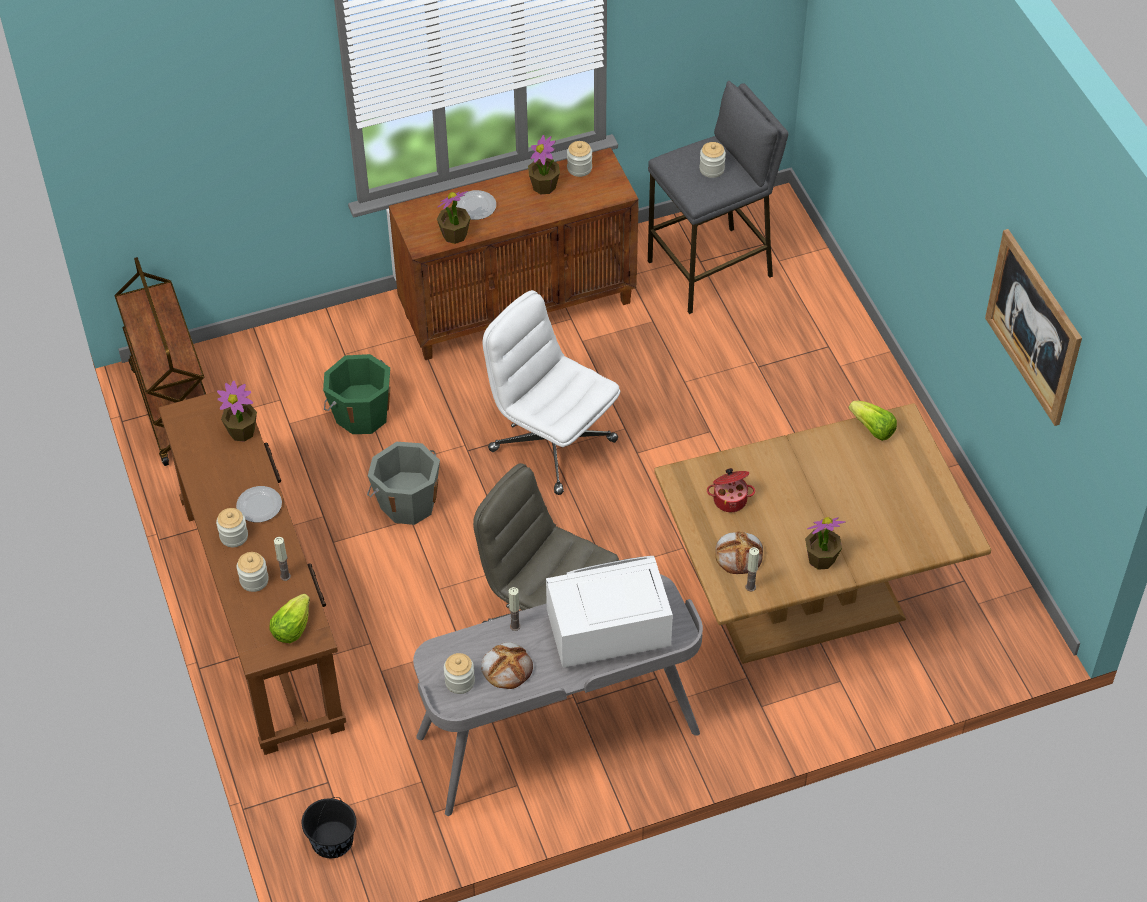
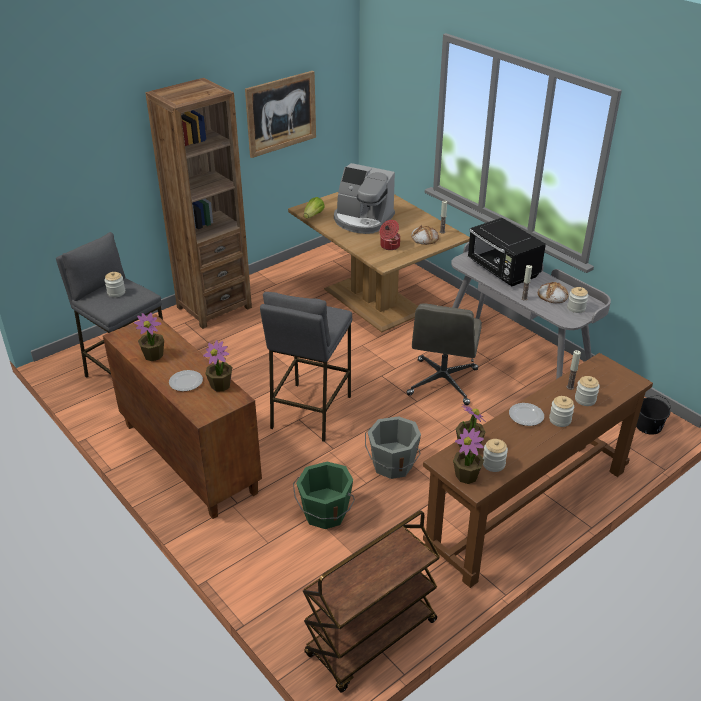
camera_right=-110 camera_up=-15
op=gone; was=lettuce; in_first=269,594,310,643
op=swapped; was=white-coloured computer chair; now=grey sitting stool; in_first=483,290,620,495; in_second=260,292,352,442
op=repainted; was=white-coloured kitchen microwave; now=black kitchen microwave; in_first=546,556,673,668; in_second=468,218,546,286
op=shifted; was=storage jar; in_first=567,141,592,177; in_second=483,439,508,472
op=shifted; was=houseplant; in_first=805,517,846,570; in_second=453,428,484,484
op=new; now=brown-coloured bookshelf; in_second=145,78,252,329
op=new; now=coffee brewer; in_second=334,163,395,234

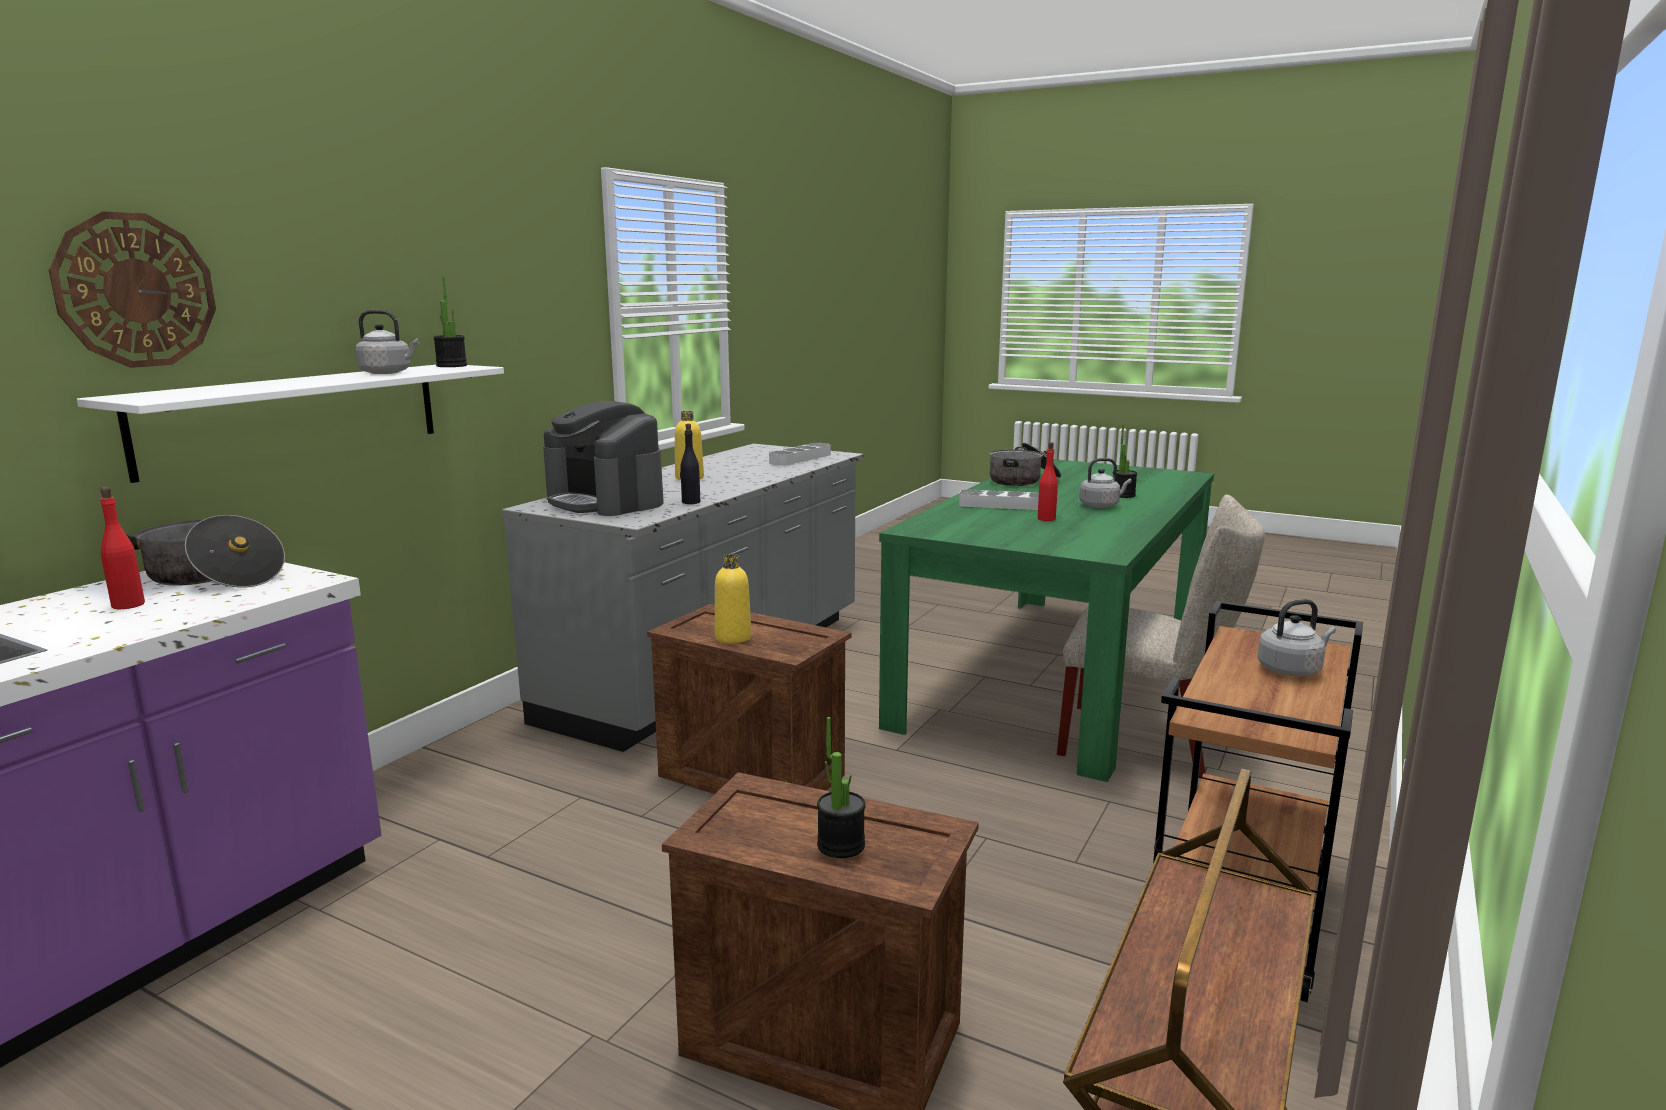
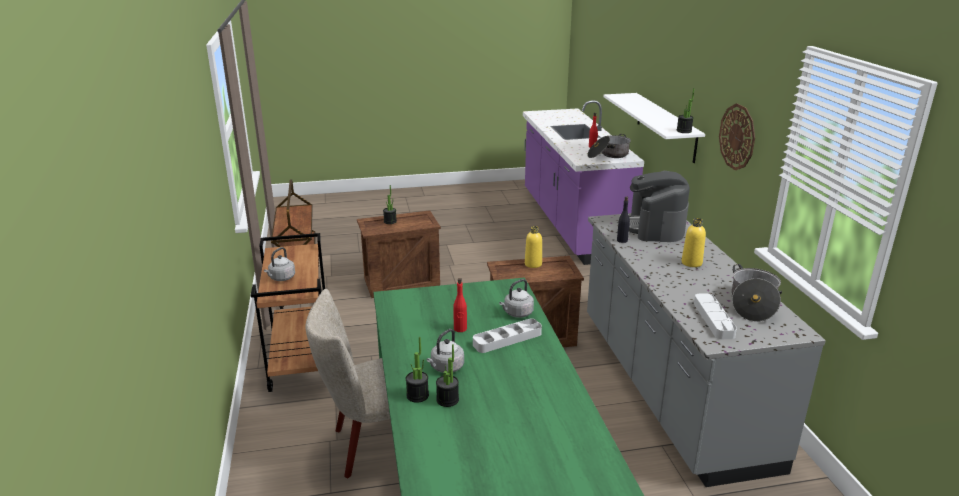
camera_right=140 camera_up=10
op=shifted; was=hanging clock; in_first=49,211,216,368; in_second=719,103,755,170
op=shifted; was=grey kettle; in_first=355,310,419,374; in_second=499,279,534,318
op=rotated; was=coffee brewer; in_first=543,401,664,516; in_second=629,171,690,242; clockwise=-90
op=shifted; was=stockpot; in_first=989,443,1061,486; in_second=732,264,782,322
op=new; now=houseplant; in_second=406,337,429,403

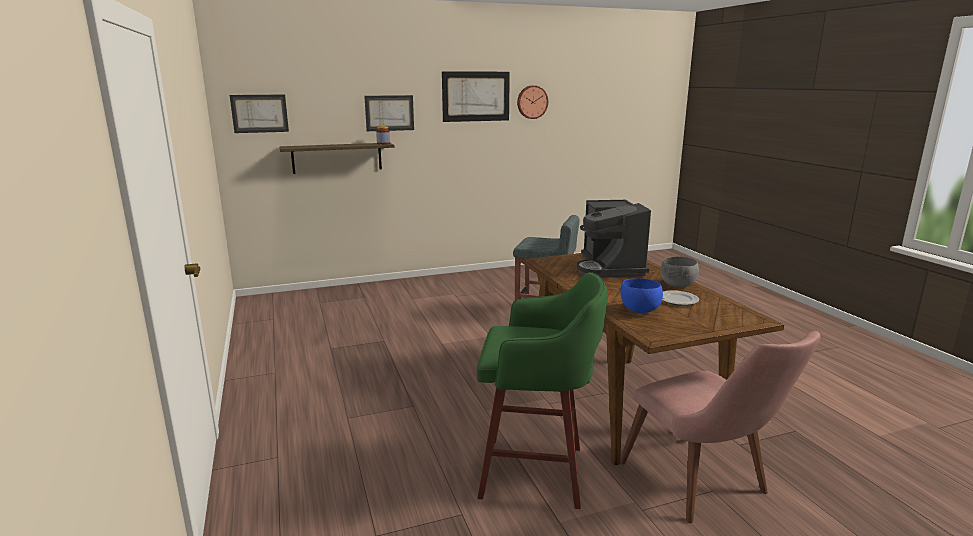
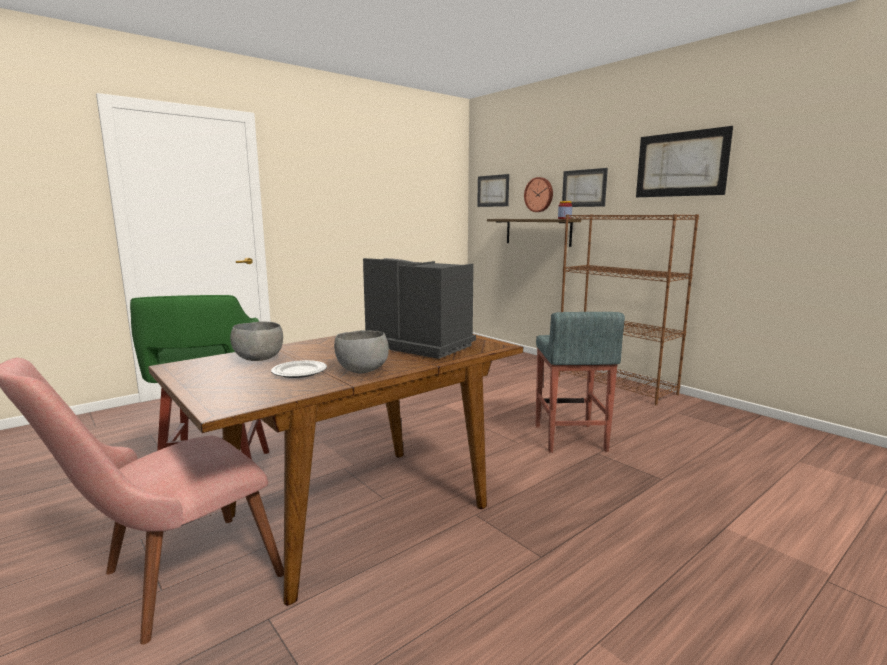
camera_right=70 camera_up=-5
op=shifted; was=hanging clock; in_first=517,85,548,119; in_second=524,177,553,212
op=rotated; was=coffee brewer; in_first=577,200,651,277; in_second=363,258,476,359; clockwise=60
op=repainted; was=blue serving bowl; now=grey serving bowl; in_first=620,278,663,313; in_second=230,321,283,361
op=new; now=brown-coloured bookshelf; in_second=559,214,699,405

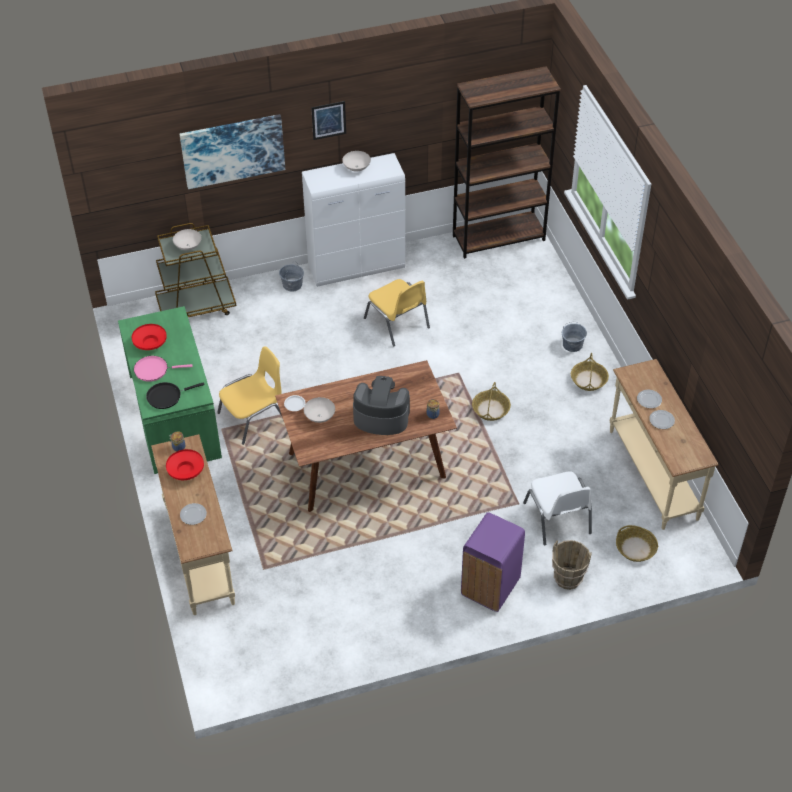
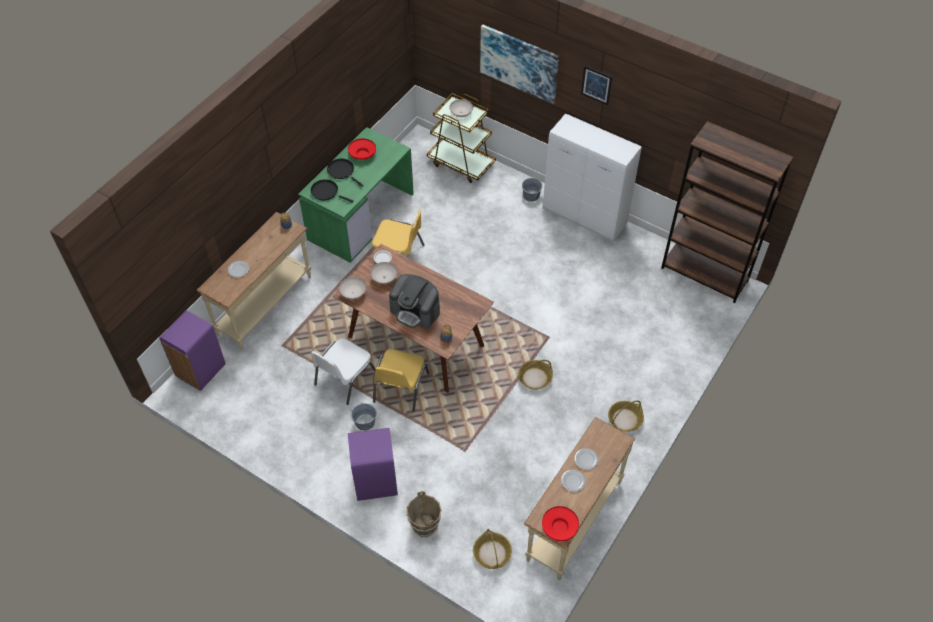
camera_right=50 camera_up=5
op=repainted; was=pinkish pan; now=black pan; in_first=134,356,193,382; in_second=327,159,364,187
op=shifted; was=red serving bowl; in_first=166,449,204,480; in_second=542,506,579,541
op=shifted; was=white-coloured serving bowl; in_first=342,151,371,171; in_second=339,277,366,299
op=rotated; was=coffee brewer; in_first=353,376,410,435; in_second=389,274,440,329; clockwise=150
op=shifted; was=yellow-coloured chair; in_first=364,279,430,346; in_second=373,349,430,412
op=shifted; was=white-coloured chair; in_first=523,471,592,545; in_second=312,338,376,405
op=shifted; was=grey pail; in_first=562,322,587,352; in_second=351,402,377,431
op=new; now=purple-coloured trash can; in_second=159,310,226,391

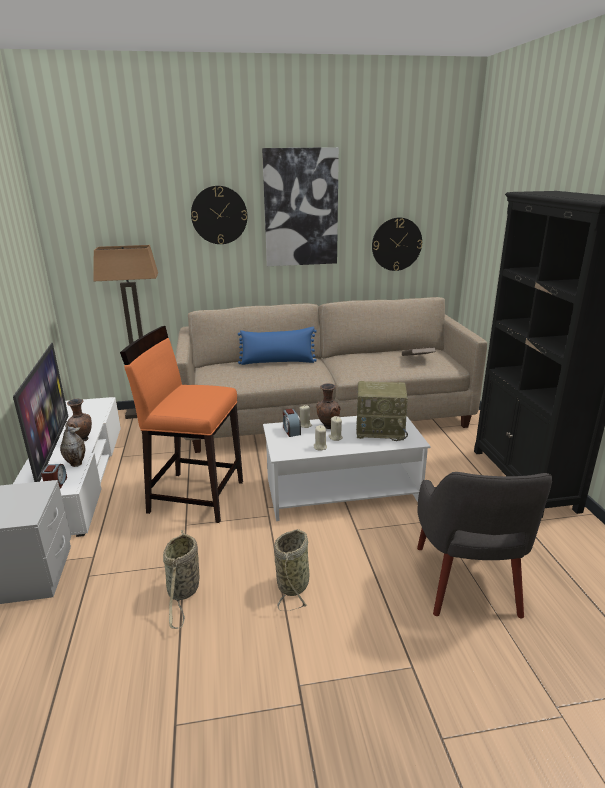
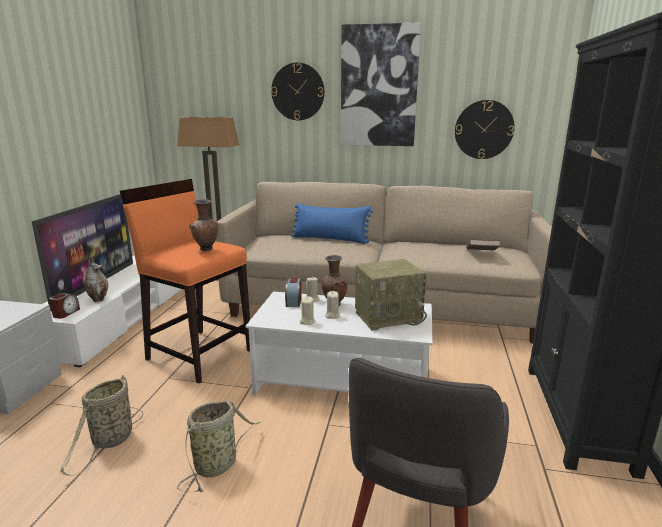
camera_right=20 camera_up=-5
op=shifted; was=brown-coloured flower vase; in_first=67,399,92,441; in_second=189,199,218,251
op=rotated; was=radio set; in_first=356,381,408,441; in_second=355,259,427,331; clockwise=-45

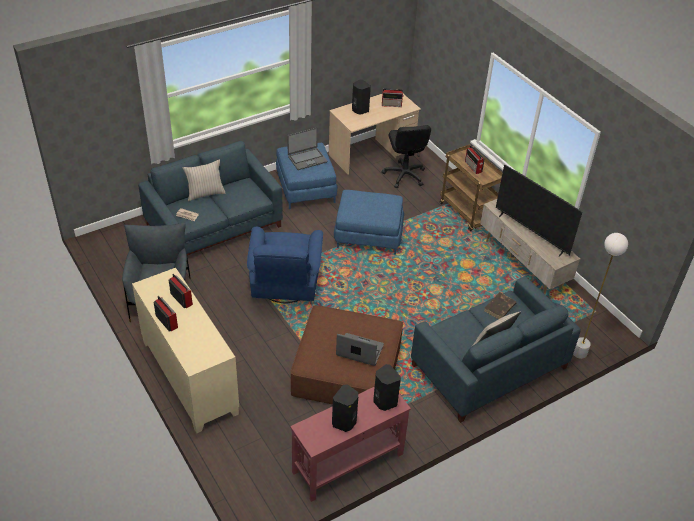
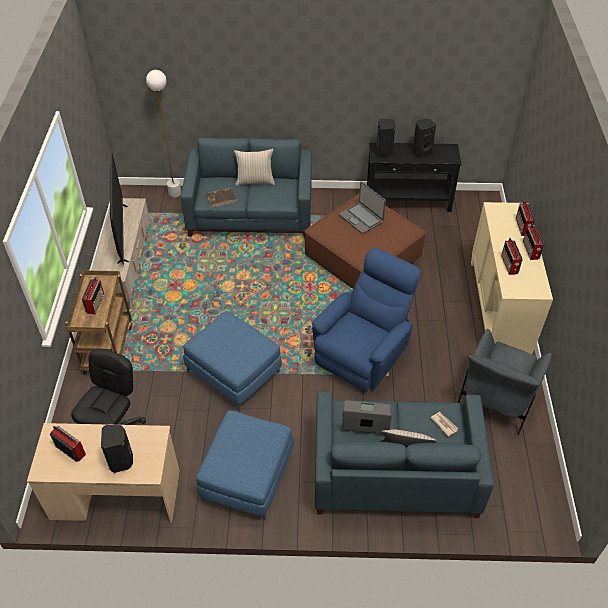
camera_right=-145 camera_up=5
op=shifted; was=laptop; in_first=287,128,327,170; in_second=342,400,392,434
op=repainted; was=red console table; now=black console table; in_first=290,387,411,502; in_second=367,143,461,212
op=new; now=radio set; in_second=516,200,535,236

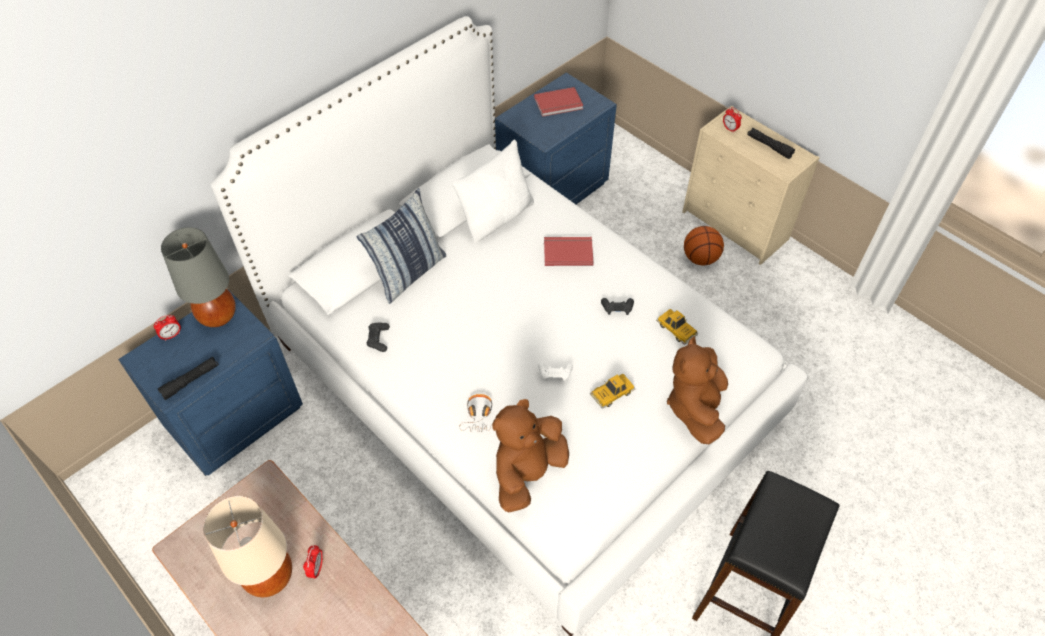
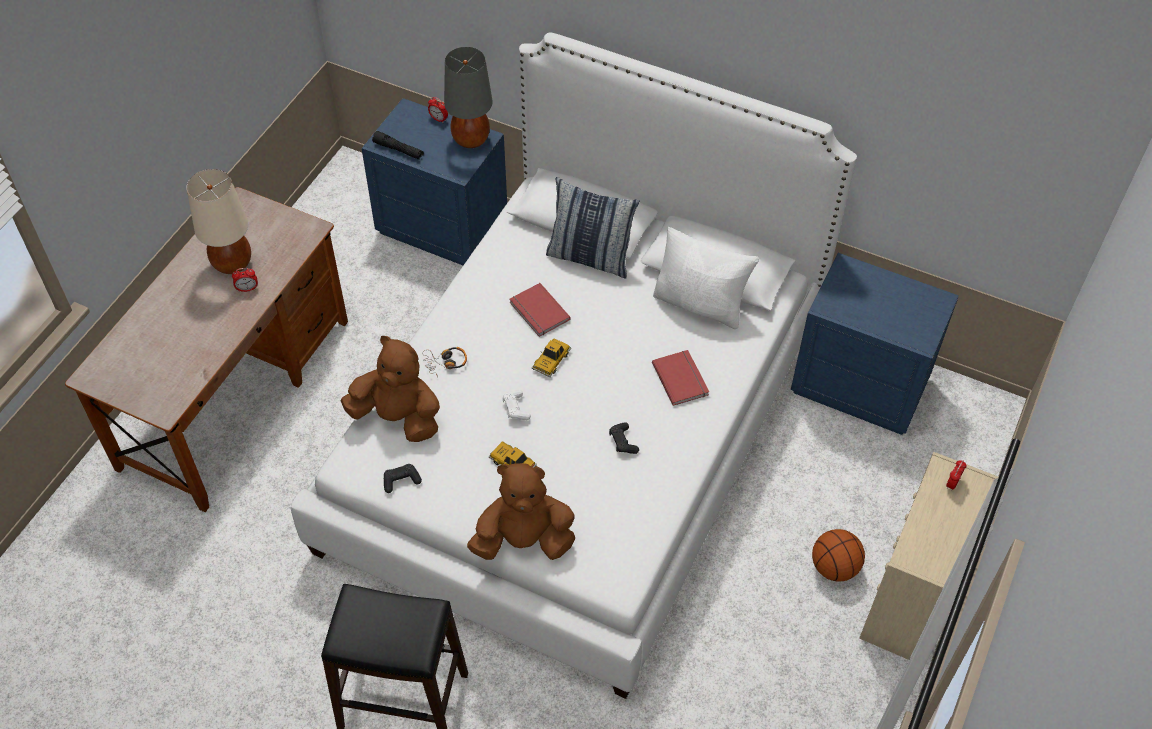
camera_right=70 camera_up=0
op=shifted; was=black joypad; in_first=367,323,390,352; in_second=384,464,422,493
op=shifted; was=red book; in_first=534,87,583,117; in_second=510,283,571,337
op=shifted; was=miniature car; in_first=656,309,698,345; in_second=532,338,571,377
op=gone; was=black flashlight; in_first=747,128,795,159

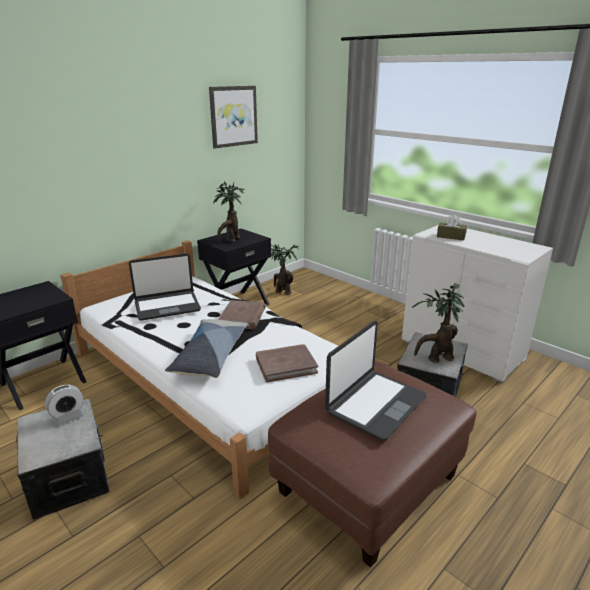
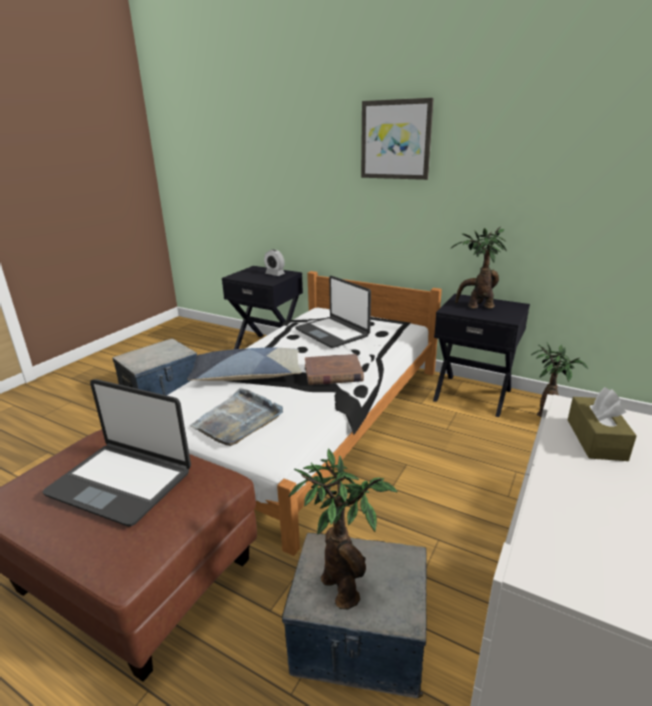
camera_right=75 camera_up=0
op=shifted; was=bedside clock; in_first=45,385,84,426; in_second=264,250,285,276
op=shifted; was=wall art; in_first=209,86,258,149; in_second=361,98,434,180
op=swapped; was=brown-coloured book; now=grey serving tray; in_first=256,344,318,383; in_second=189,388,283,446

